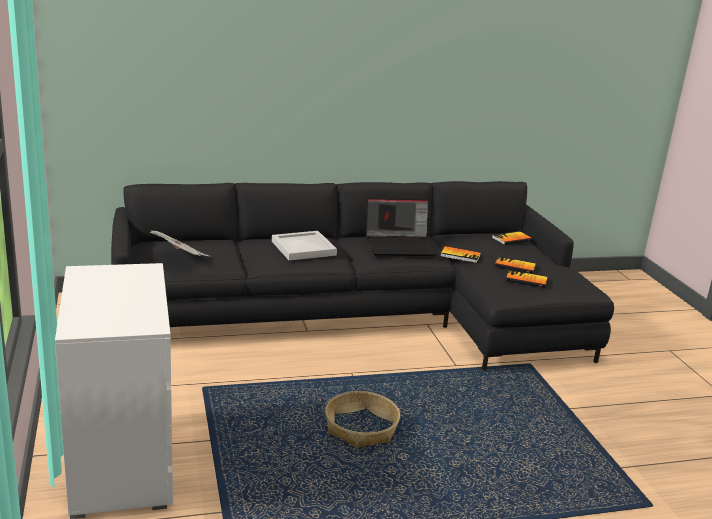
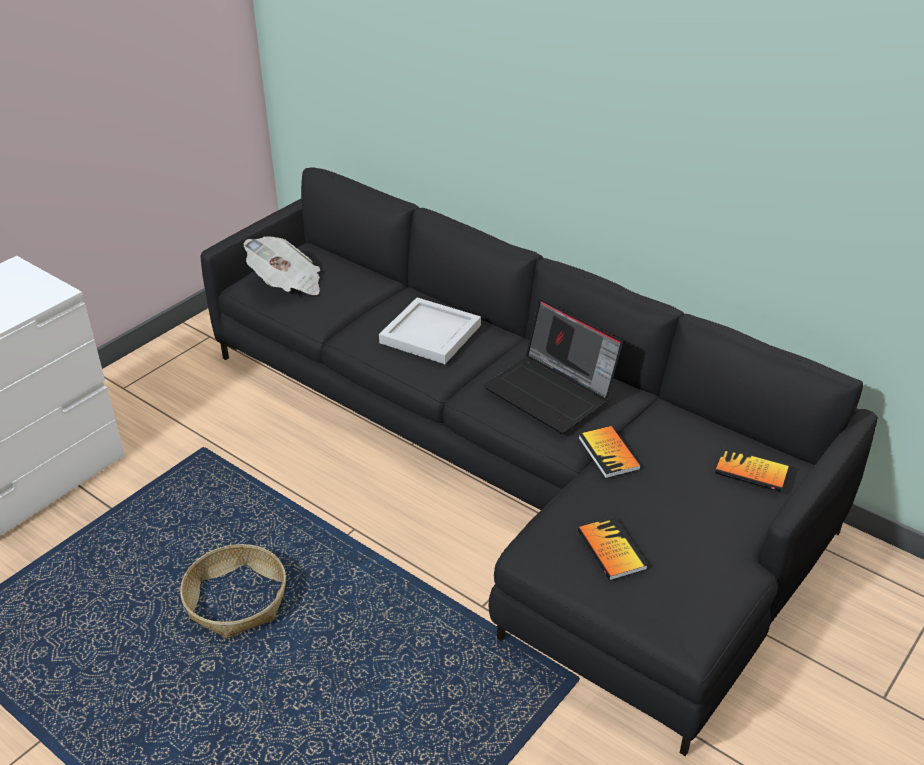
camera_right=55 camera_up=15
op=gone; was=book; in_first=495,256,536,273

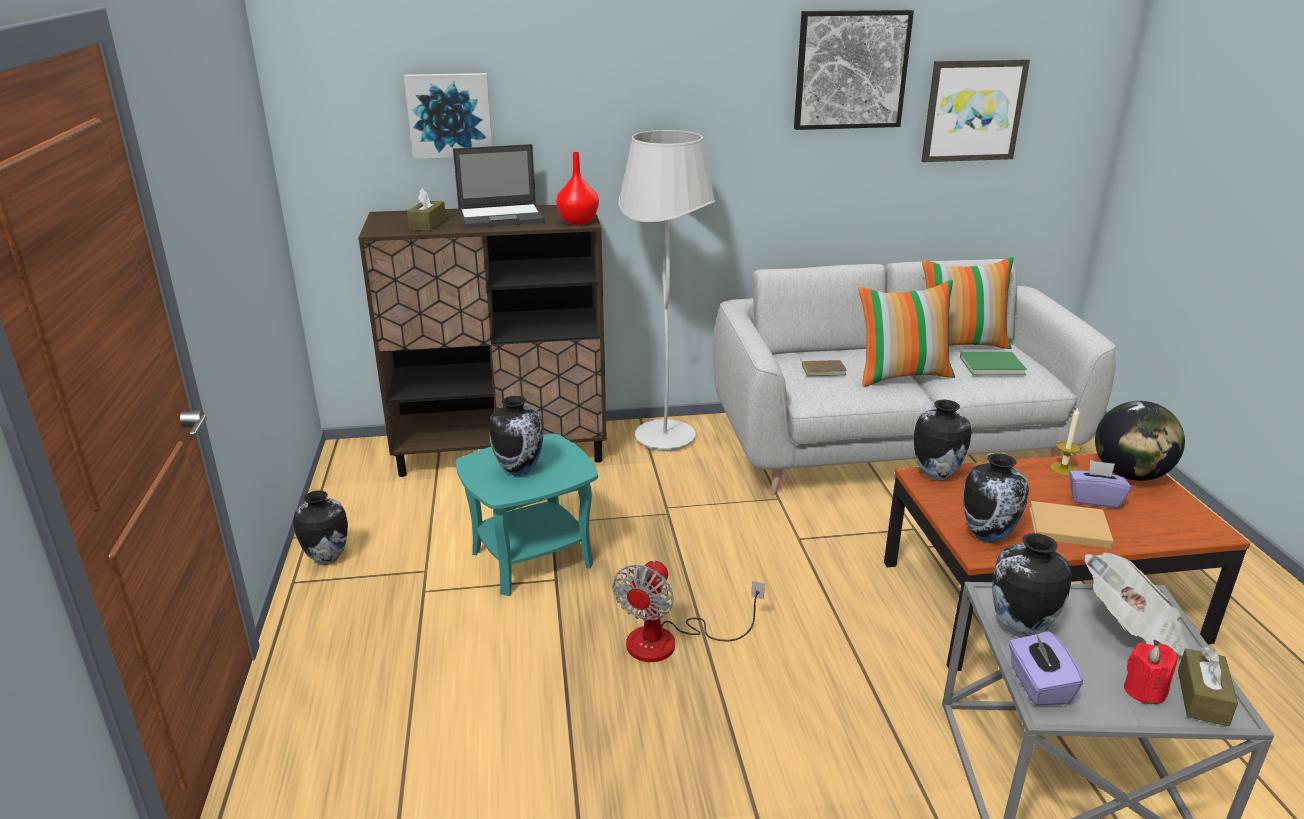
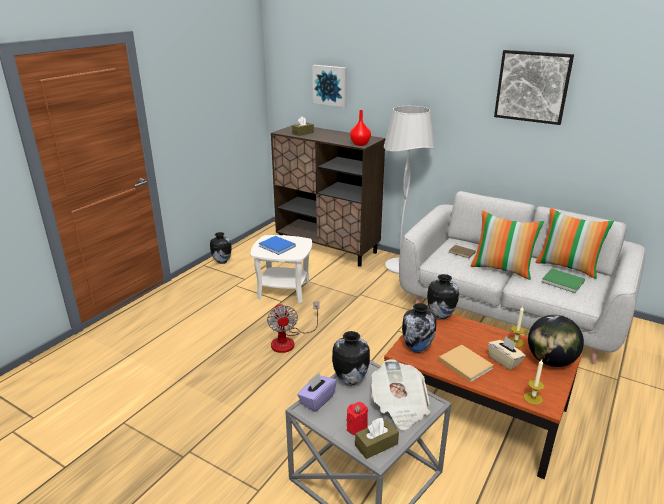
camera_right=40 camera_up=0
op=gone; was=laptop; in_first=453,144,546,228
op=repainted; was=turquoise-coloured end table; now=white-coloured end table; in_first=456,434,598,596; in_second=250,235,312,303
op=swapped; was=flower vase; now=blue book; in_first=489,396,543,476; in_second=258,236,296,255
op=rotated; was=fan; in_first=613,559,765,662; in_second=267,301,319,353; clockwise=-75
op=gone; was=wall art; in_first=922,59,1030,162
op=repainted; was=purple-coloured box of tissues; now=beige box of tissues; in_first=1069,460,1131,508; in_second=488,336,526,370
op=new; now=candle; in_second=524,359,545,405

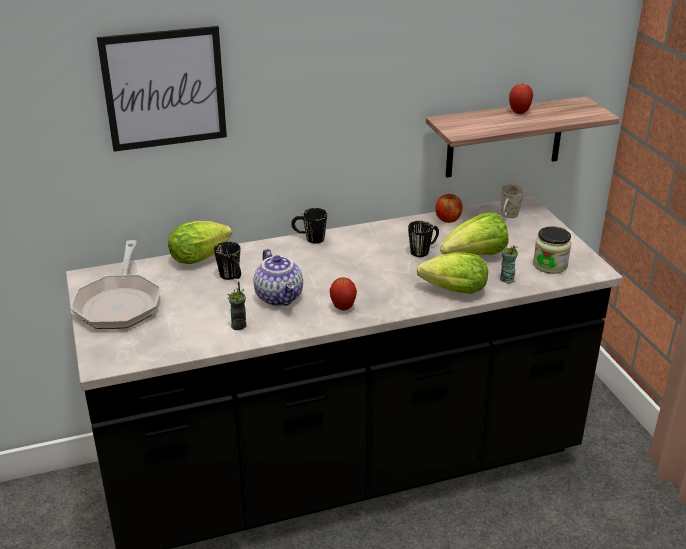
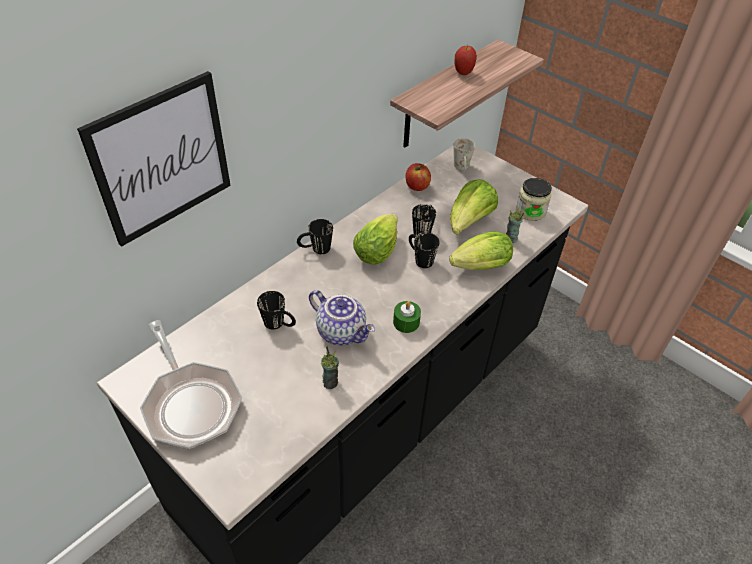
camera_right=-30 camera_up=15
op=shifted; was=lettuce; in_first=168,221,232,264; in_second=353,214,398,265
op=swapped; was=whole apple; now=greenish candle; in_first=330,278,357,311; in_second=393,301,421,333
op=new; now=black coffee mug; in_second=409,232,439,268

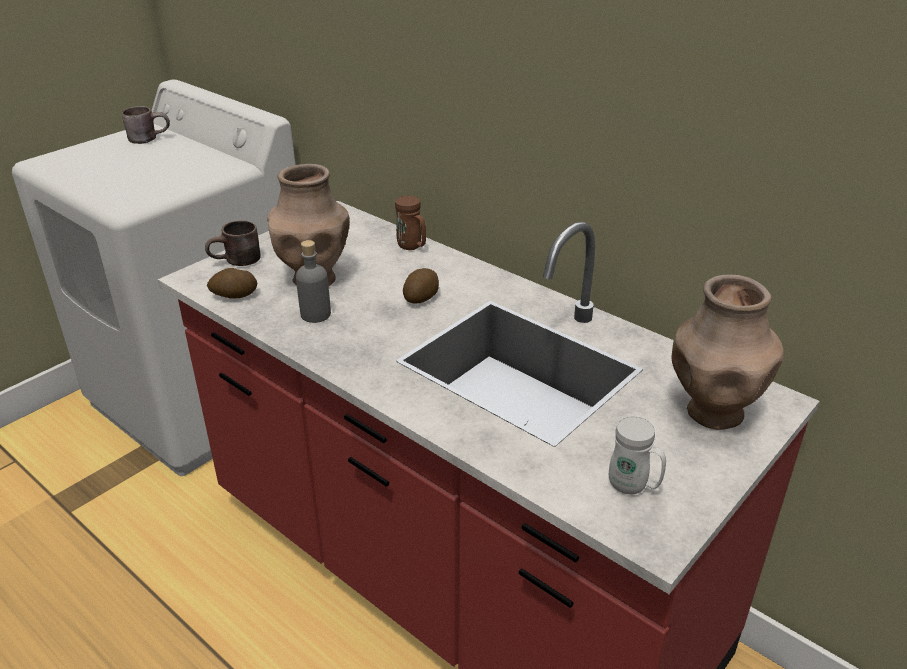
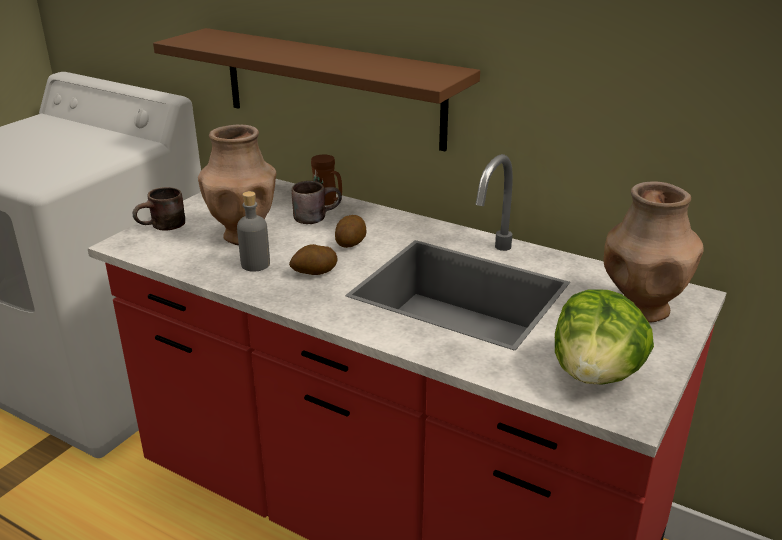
camera_right=-10 camera_up=-5
op=shifted; was=brown-coloured coffee mug; in_first=122,106,170,144; in_second=292,181,342,224
op=shifted; was=potato; in_first=207,268,257,299; in_second=289,244,338,275
op=swapped; was=white-coloured coffee mug; now=lettuce; in_first=609,416,666,494; in_second=555,289,654,385
op=new; now=brown-coloured shelf; in_second=153,28,480,152

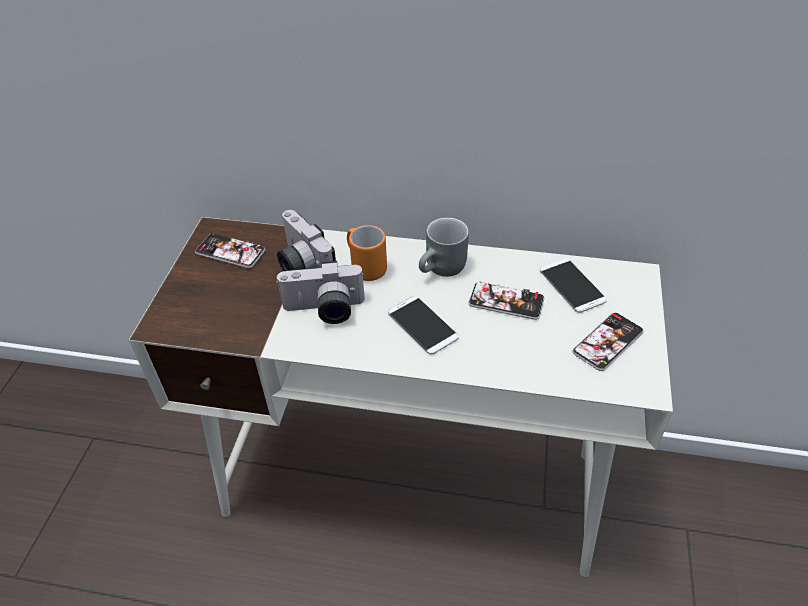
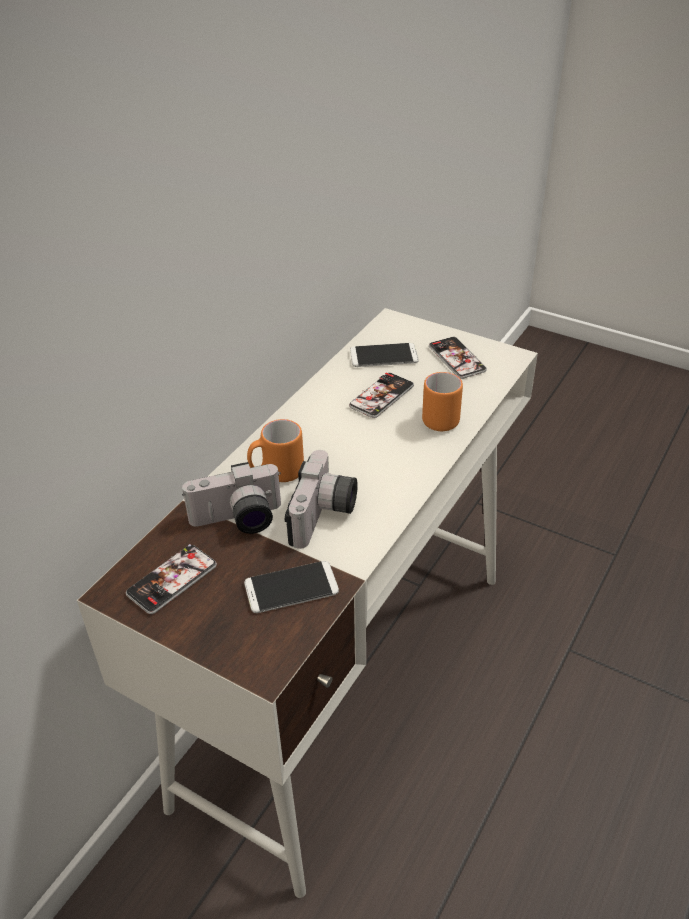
camera_right=-70 camera_up=-5
op=shifted; was=telephone; in_first=388,296,459,354; in_second=244,561,339,613
op=gone; was=grey coffee mug; in_first=419,217,469,277
op=new; now=orange-coloured coffee mug; in_second=422,372,463,431

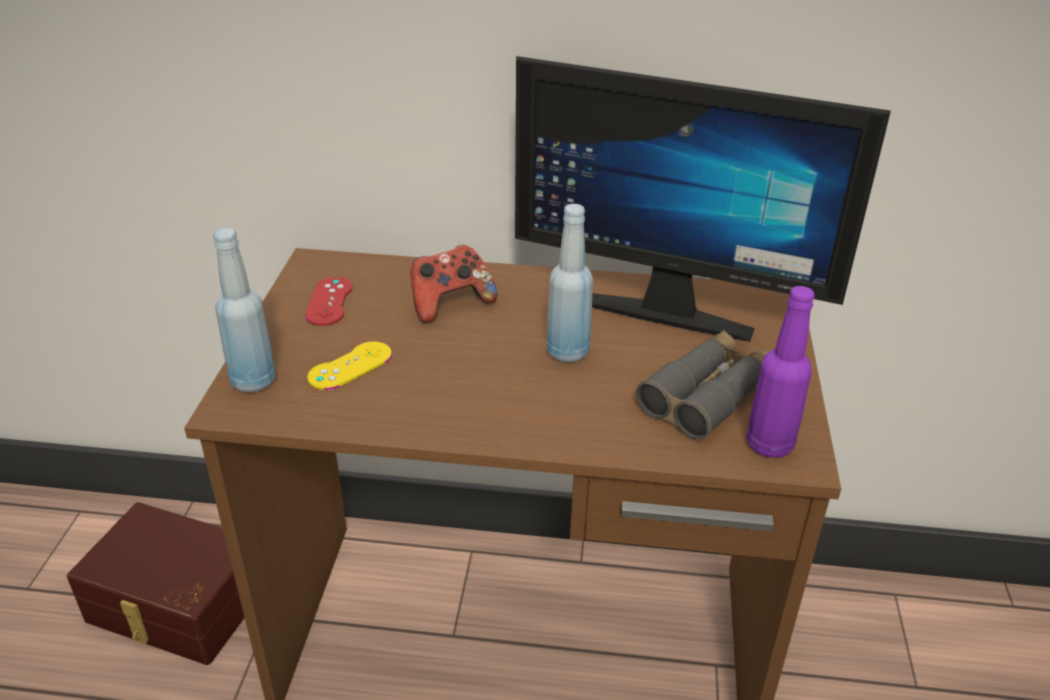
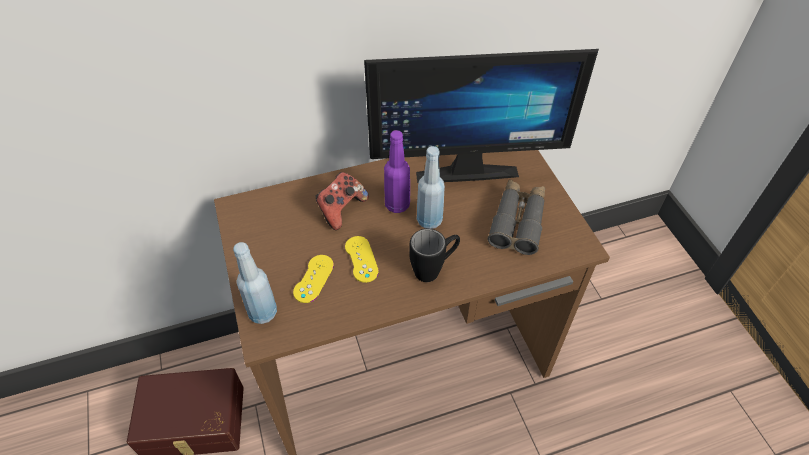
camera_right=-25 camera_up=15
op=gone; was=red joypad; in_first=305,277,353,326
op=shifted; was=purple-coloured bottle; in_first=746,286,815,458; in_second=384,130,410,213
op=new; now=yellow-coloured joypad; in_second=345,236,379,283
op=new; now=black coffee mug; in_second=409,229,460,282

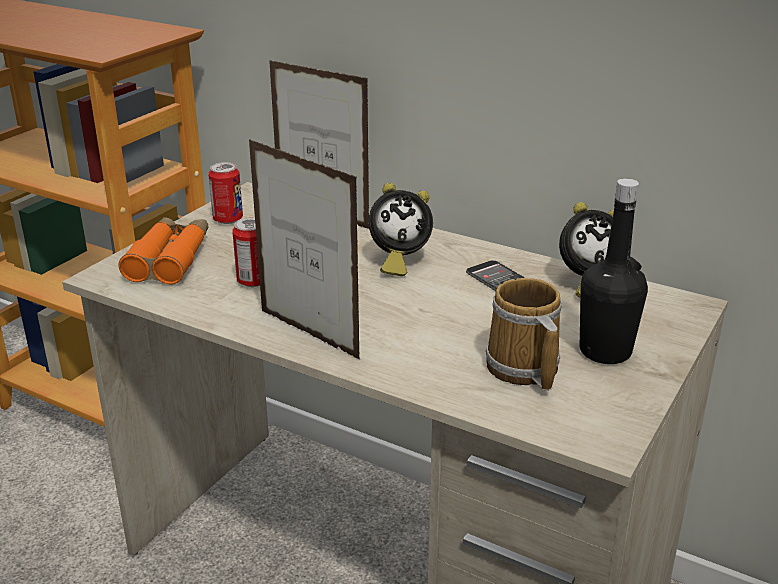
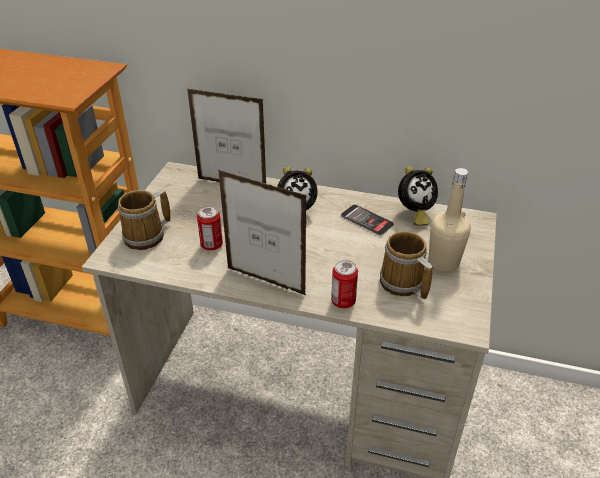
camera_right=-15 camera_up=10
op=swapped; was=orange-coloured field glasses; now=coffee mug; in_first=118,217,209,285; in_second=118,189,171,250
op=shifted; was=sealed can; in_first=208,162,243,224; in_second=331,260,358,308
op=repainted; was=black bottle; now=beige bottle; in_first=580,178,648,364; in_second=428,168,471,272

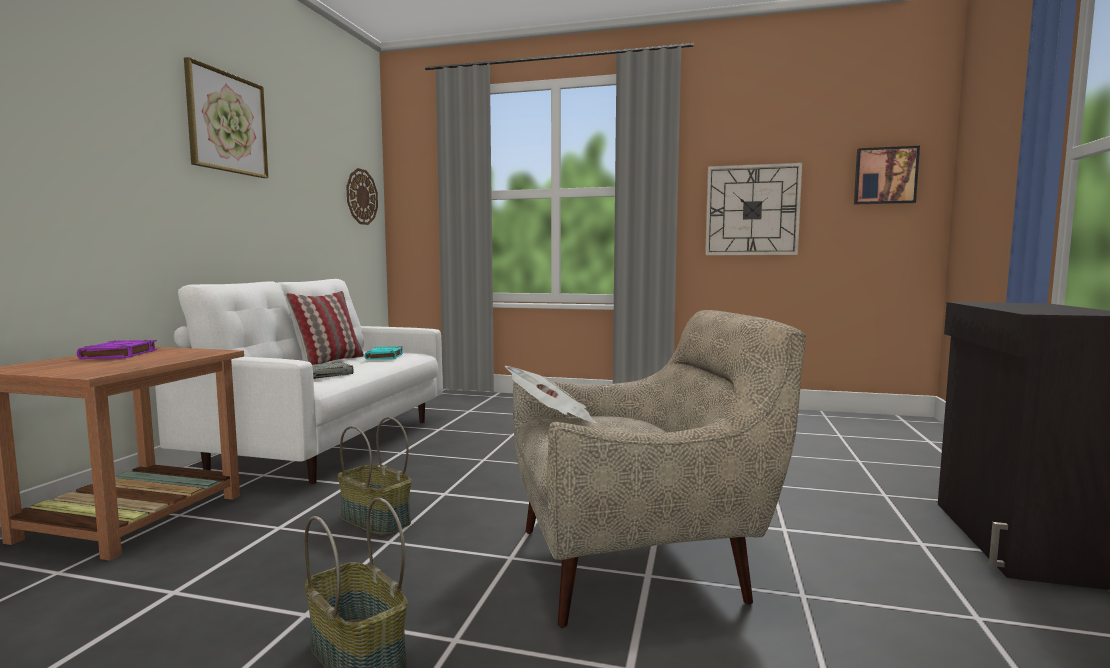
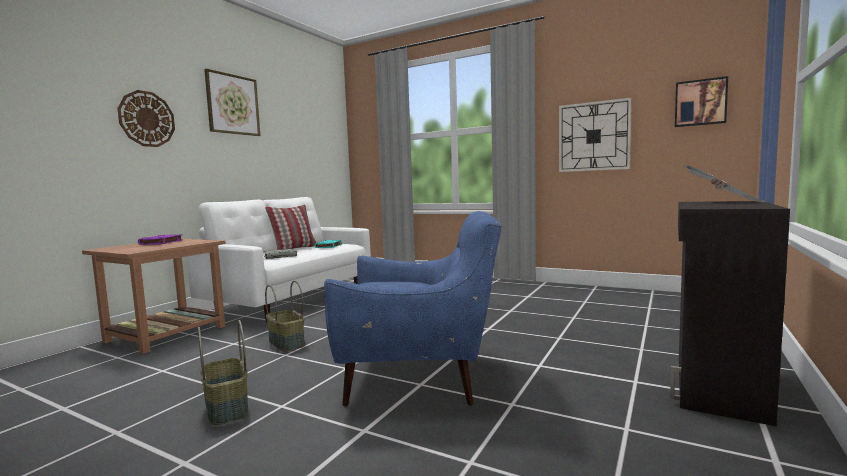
camera_right=15 camera_up=0
op=shifted; was=hanging clock; in_first=346,168,378,225; in_second=117,90,175,147
op=shifted; was=printed paper; in_first=505,366,597,423; in_second=683,165,766,202
op=repainted; was=beige armchair; now=blue armchair; in_first=513,310,806,628; in_second=324,211,501,406

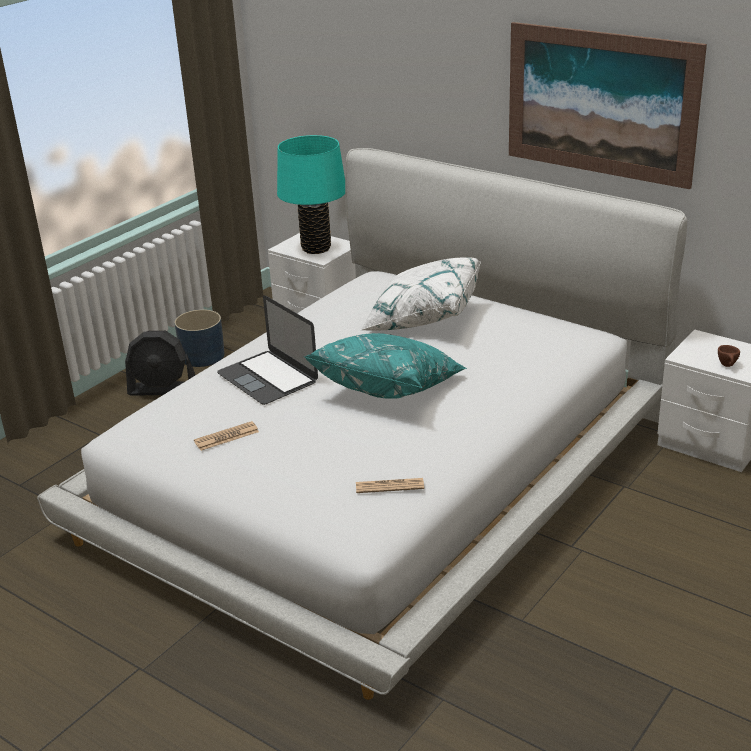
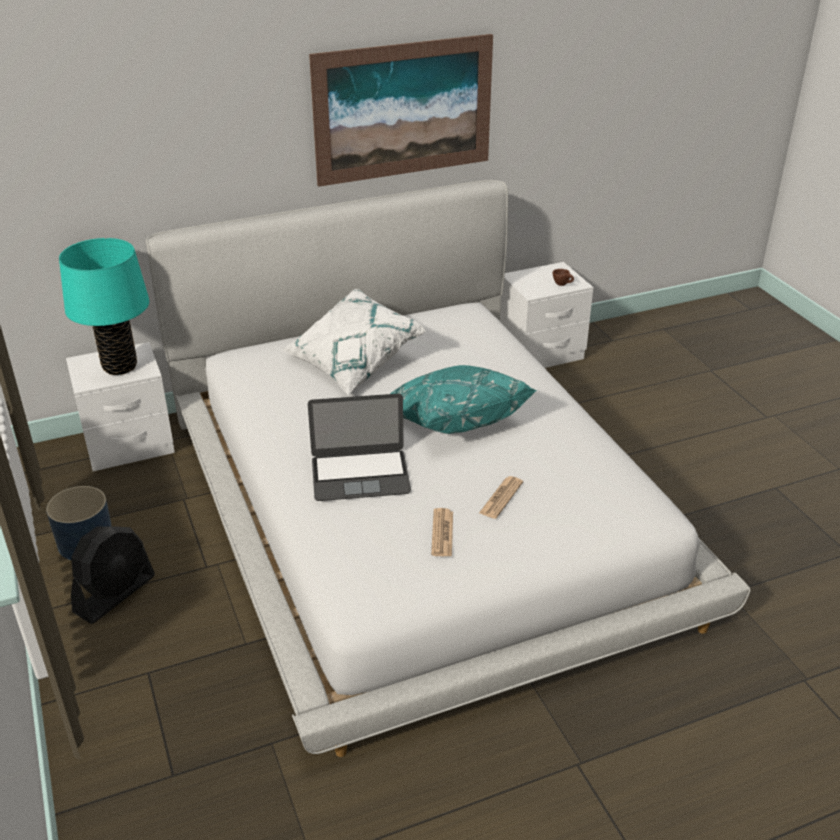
camera_right=-60 camera_up=5
op=shifted; was=printed paper; in_first=356,478,424,493; in_second=479,476,523,519

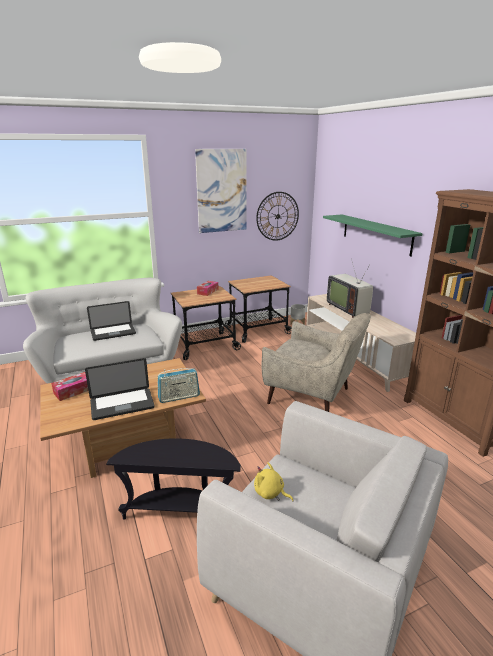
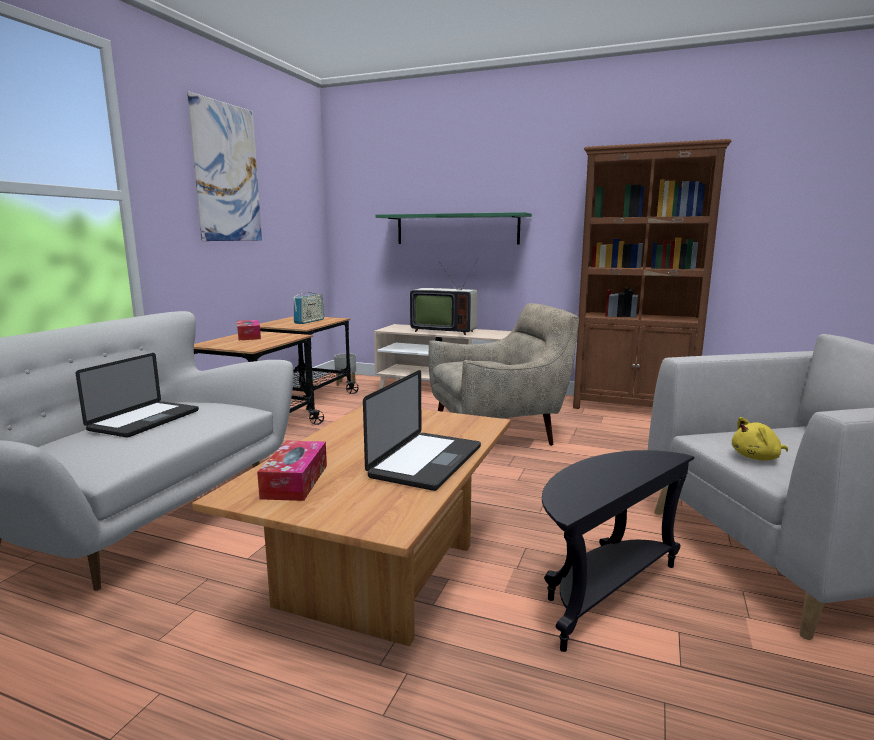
camera_right=-45 camera_up=-10
op=shifted; was=radio set; in_first=157,368,200,403; in_second=293,290,324,324
op=gone; was=hanging clock; in_first=256,192,299,241

